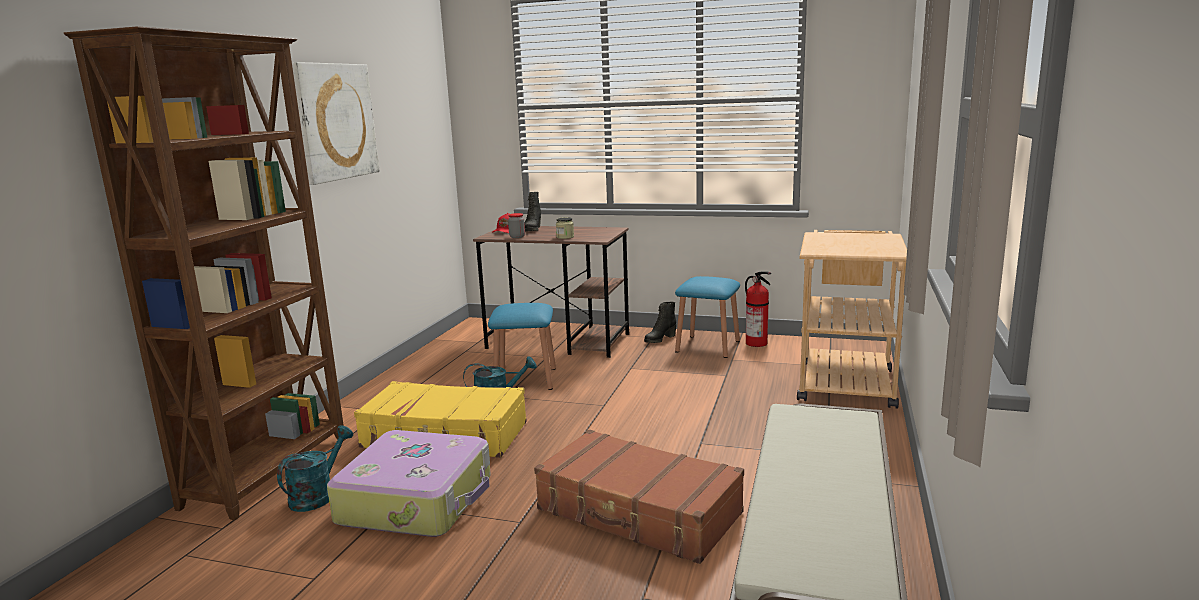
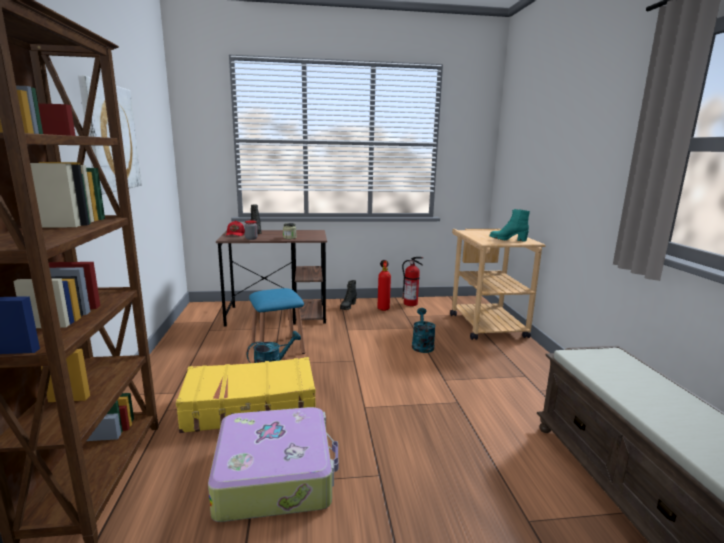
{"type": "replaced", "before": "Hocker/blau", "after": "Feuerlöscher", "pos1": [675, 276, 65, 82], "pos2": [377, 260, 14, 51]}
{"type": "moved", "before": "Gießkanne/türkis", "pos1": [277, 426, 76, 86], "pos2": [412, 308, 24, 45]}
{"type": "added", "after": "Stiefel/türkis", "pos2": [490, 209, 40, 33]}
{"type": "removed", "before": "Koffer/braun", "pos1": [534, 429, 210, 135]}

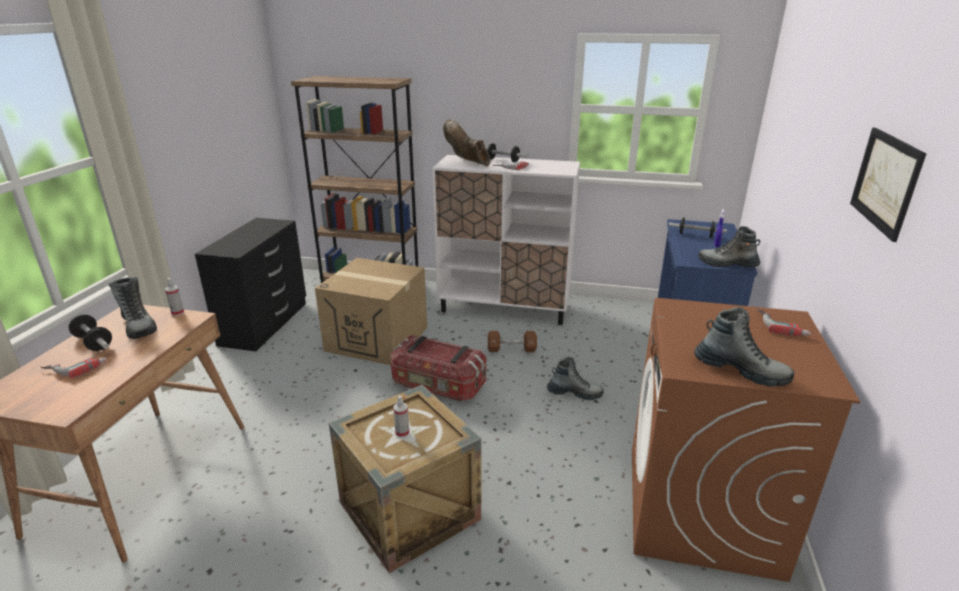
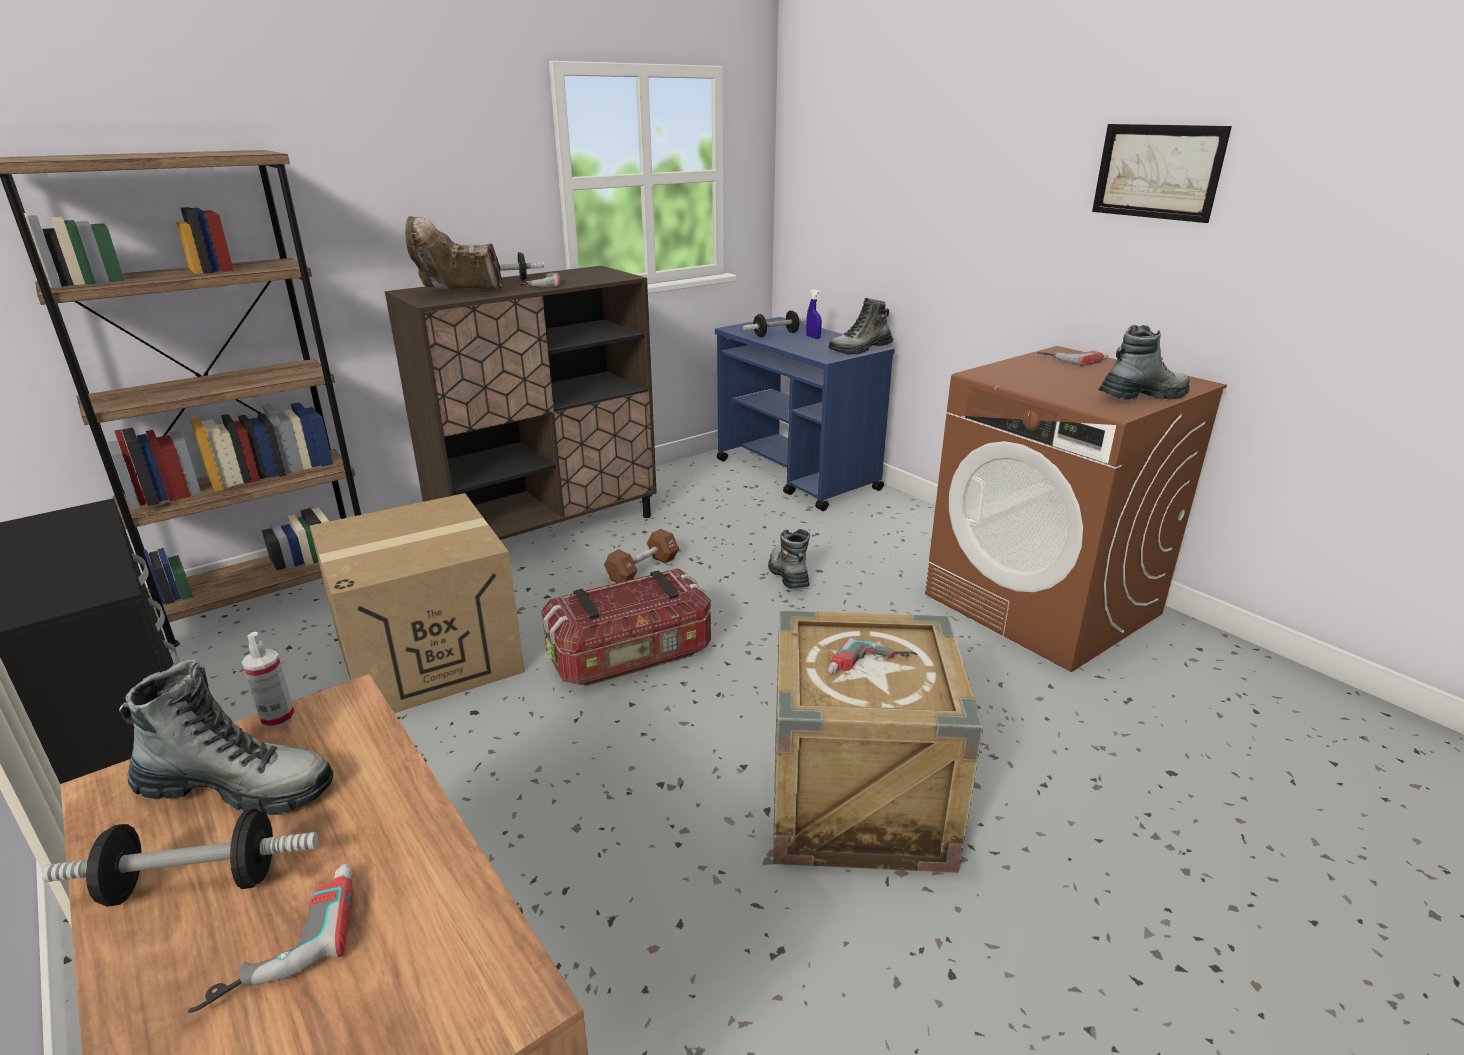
{"type": "recoloured", "before": "Schrank/weiß", "after": "Schrank/braun", "pos1": [432, 155, 148, 170], "pos2": [385, 266, 272, 274]}
{"type": "turned", "before": "Stiefel", "pos1": [547, 356, 57, 44], "pos2": [768, 529, 42, 60], "turn": -60}
{"type": "replaced", "before": "Sprühflasche", "after": "Bohrmaschine", "pos1": [393, 396, 16, 42], "pos2": [828, 637, 89, 37]}

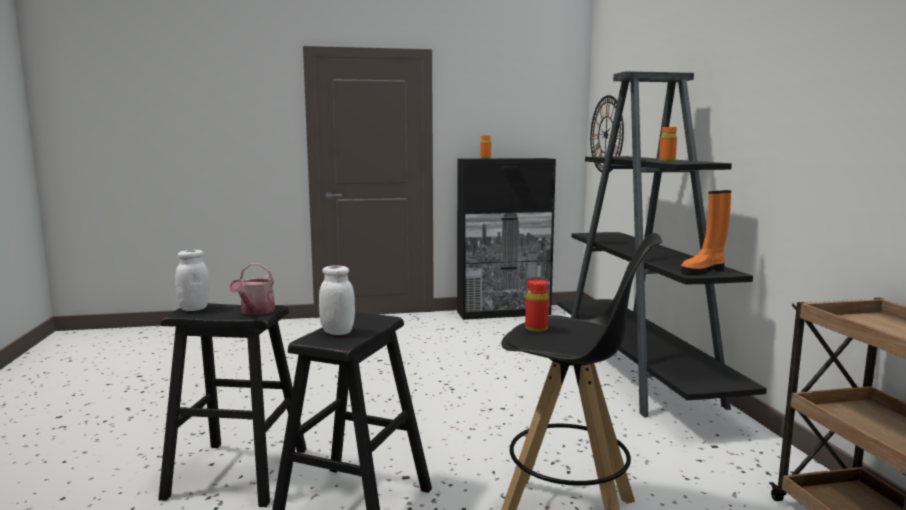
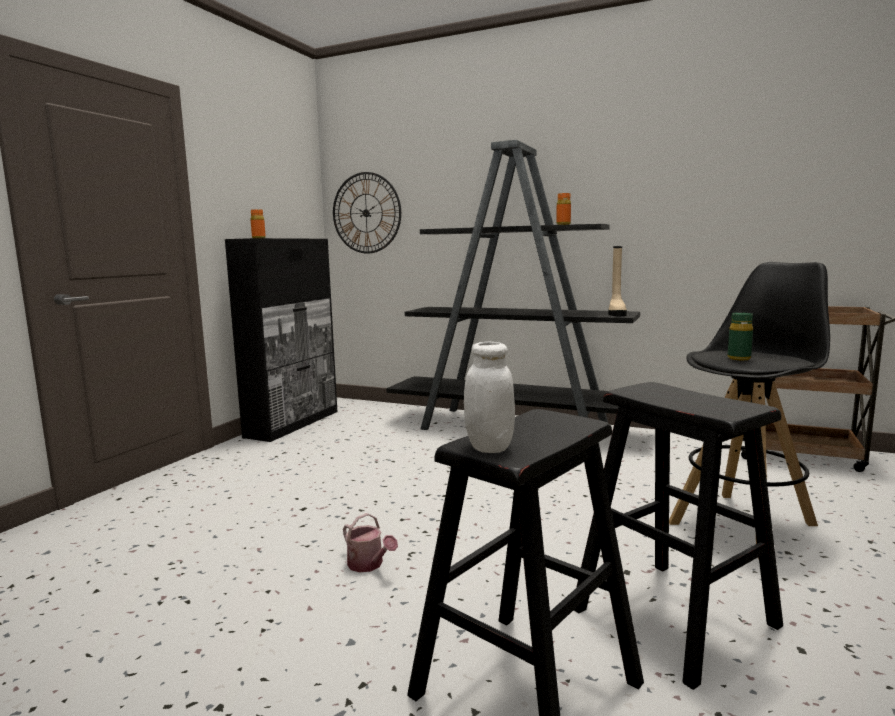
{"type": "moved", "before": "Gießkanne", "pos1": [229, 263, 46, 52], "pos2": [343, 513, 55, 60]}
{"type": "recoloured", "before": "Stiefel/orange", "after": "Stiefel/beige", "pos1": [680, 190, 51, 85], "pos2": [608, 246, 19, 70]}
{"type": "recoloured", "before": "Flasche/rot", "after": "Flasche/grün", "pos1": [525, 280, 24, 52], "pos2": [728, 312, 25, 48]}
{"type": "removed", "before": "Vorratsglas/weiß", "pos1": [319, 265, 36, 70]}

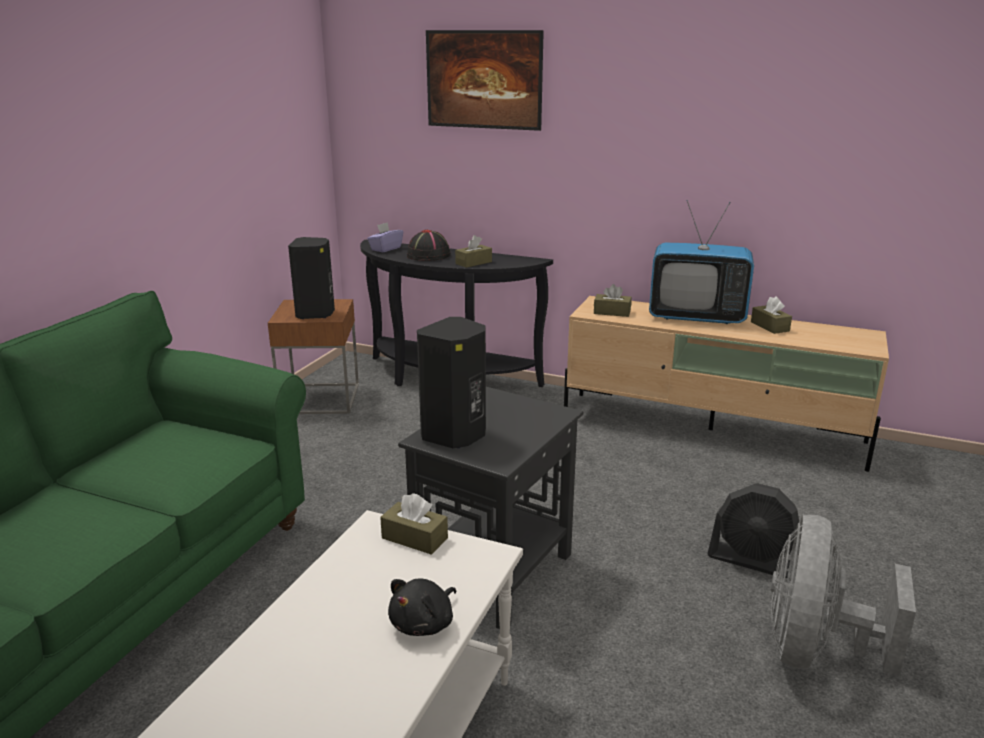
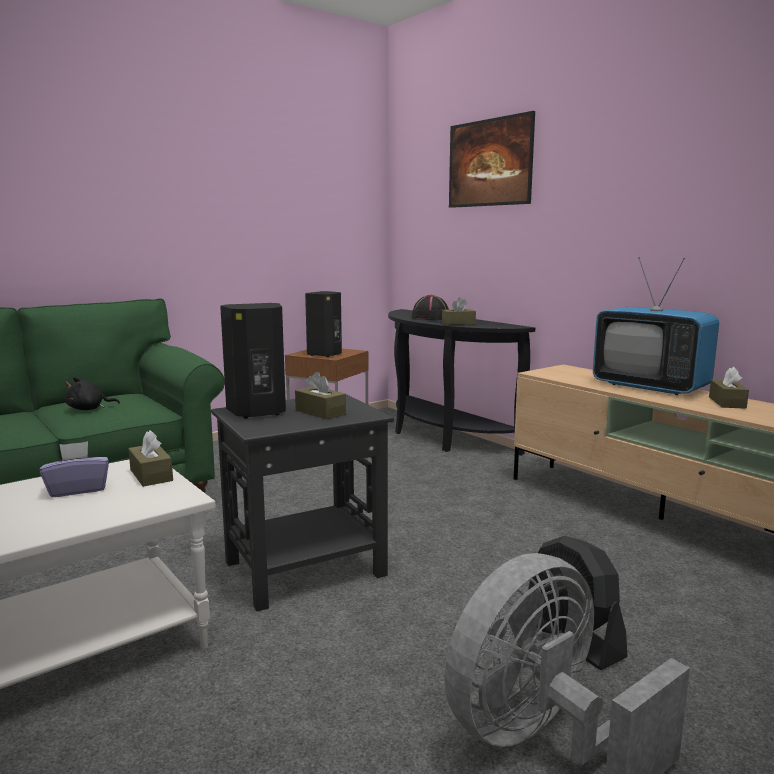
{"type": "moved", "before": "Taschentuchbox/lila", "pos1": [367, 222, 36, 30], "pos2": [40, 441, 69, 56]}
{"type": "moved", "before": "Plüschtier/schwarz", "pos1": [388, 579, 68, 57], "pos2": [65, 377, 55, 33]}
{"type": "moved", "before": "Taschentuchbox/braun", "pos1": [594, 284, 38, 33], "pos2": [295, 372, 51, 47]}

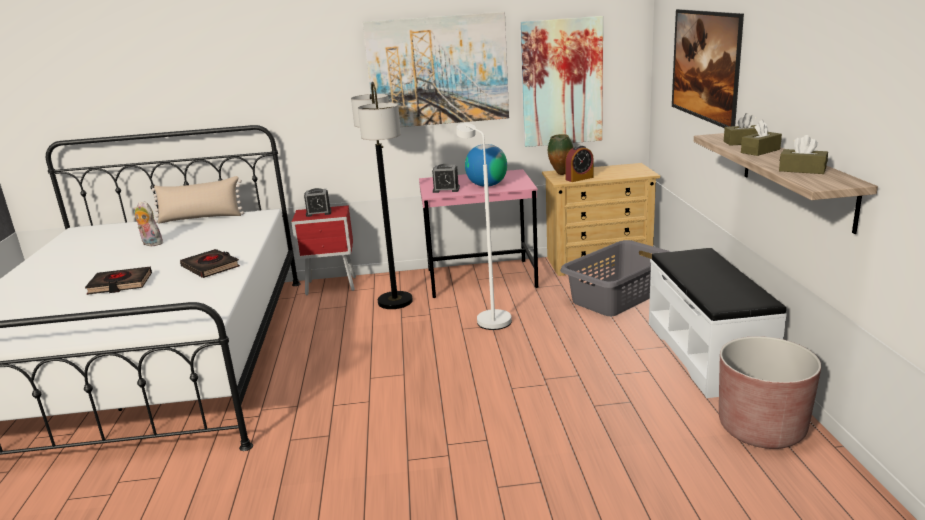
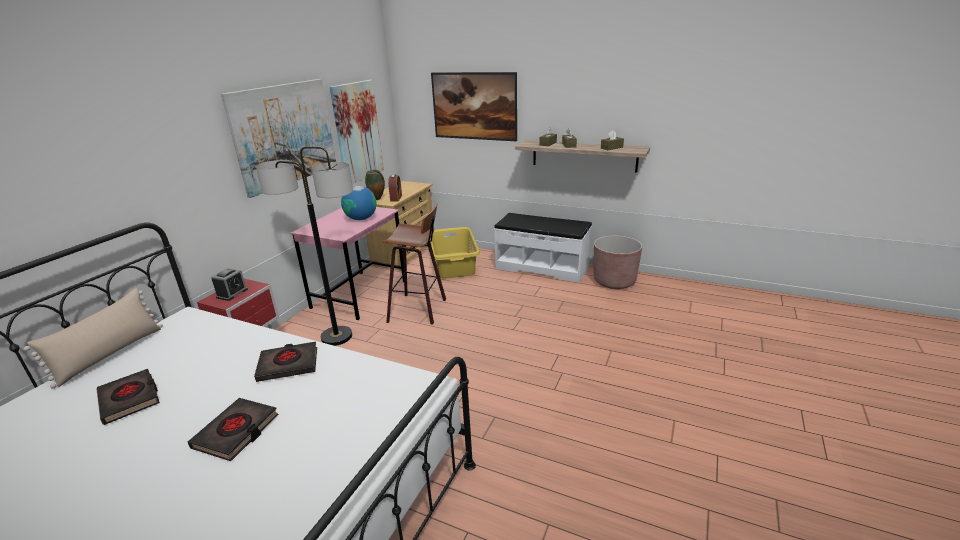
{"type": "replaced", "before": "Plüschtier", "after": "Buch/schwarz", "pos1": [134, 201, 29, 45], "pos2": [96, 369, 64, 56]}
{"type": "replaced", "before": "Stehlampe/weiß", "after": "Hocker", "pos1": [456, 123, 56, 207], "pos2": [383, 203, 63, 122]}
{"type": "recoloured", "before": "Wäschekorb/grau", "after": "Wäschekorb/gelb", "pos1": [560, 240, 111, 76], "pos2": [430, 227, 50, 52]}
{"type": "removed", "before": "Wecker", "pos1": [432, 164, 28, 29]}

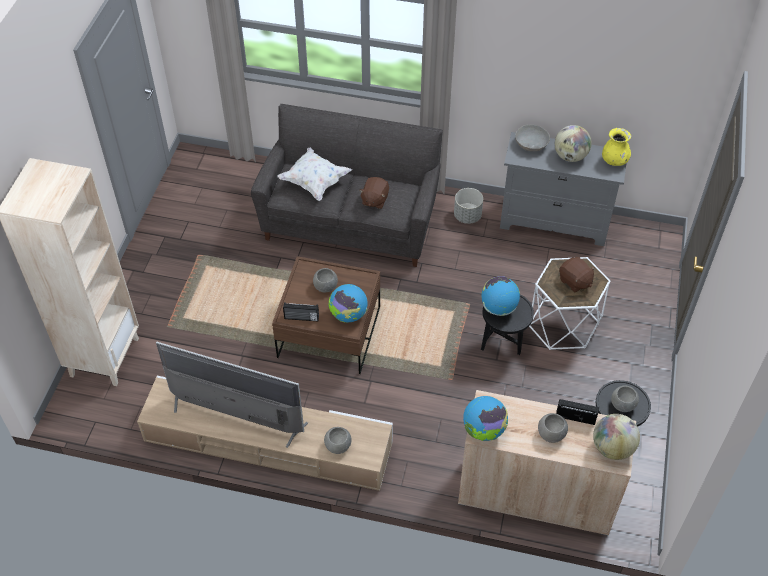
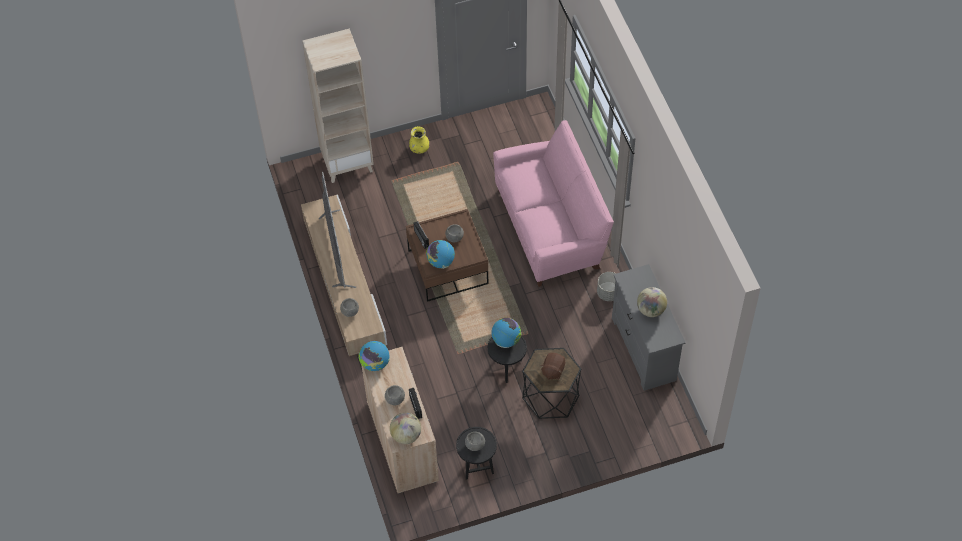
{"type": "moved", "before": "Vase/gelb", "pos1": [602, 128, 29, 38], "pos2": [409, 126, 21, 28]}
{"type": "recoloured", "before": "Sofa/grau", "after": "Sofa/rosa", "pos1": [251, 104, 192, 163], "pos2": [493, 120, 121, 167]}
{"type": "recoloured", "before": "Beistelltisch/weiß", "after": "Beistelltisch/schwarz", "pos1": [529, 257, 82, 93], "pos2": [522, 348, 60, 71]}
{"type": "removed", "before": "Kissen/weiß", "pos1": [277, 148, 75, 53]}
{"type": "removed", "before": "Plüschtier/braun", "pos1": [359, 177, 30, 32]}
{"type": "removed", "before": "Schüssel/grau", "pos1": [515, 124, 35, 27]}

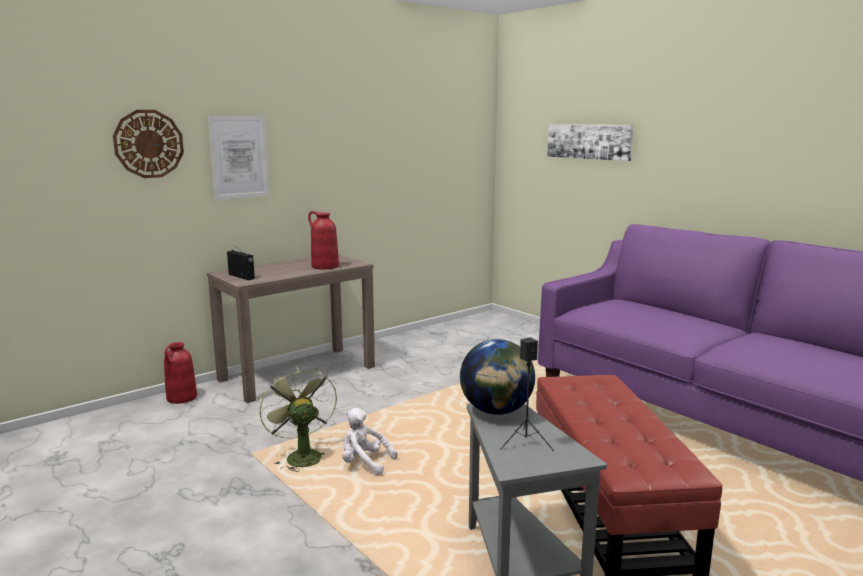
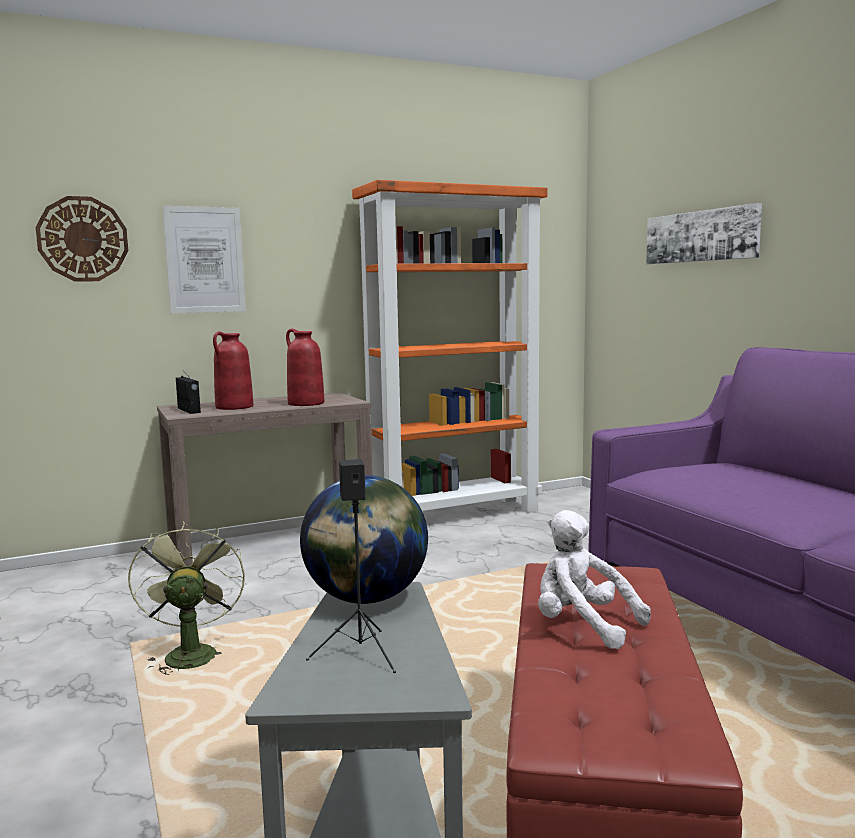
{"type": "moved", "before": "Vase/rot", "pos1": [164, 342, 33, 62], "pos2": [213, 331, 40, 79]}
{"type": "added", "after": "Bücherregal/orange", "pos2": [352, 180, 195, 333]}
{"type": "moved", "before": "Plüschtier/weiß", "pos1": [342, 408, 55, 67], "pos2": [538, 510, 113, 139]}

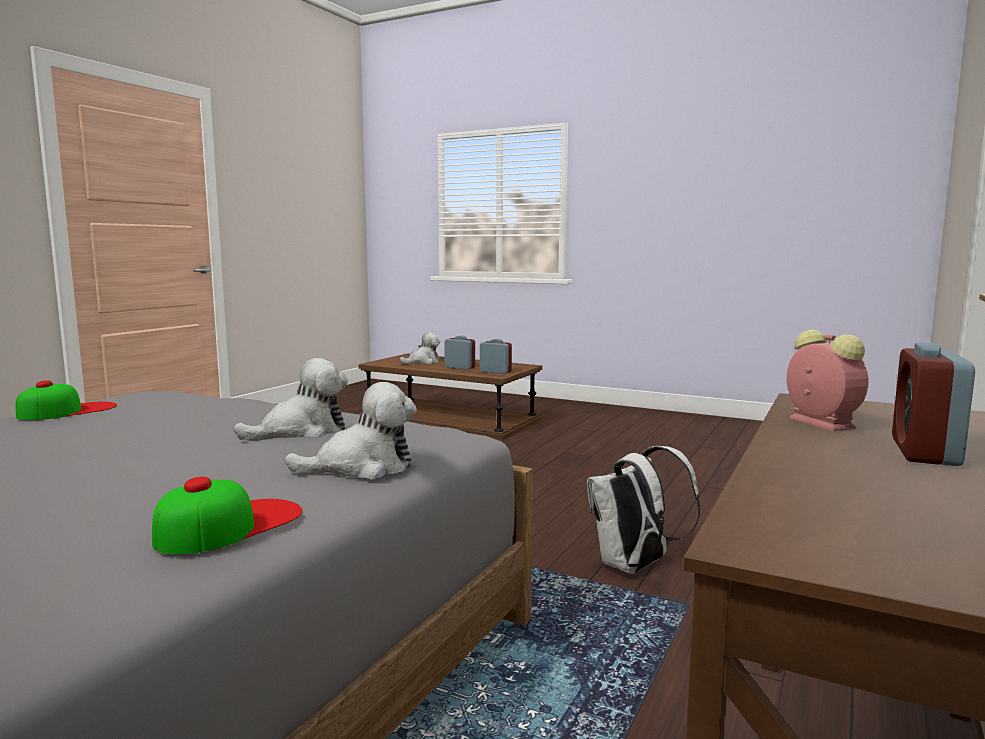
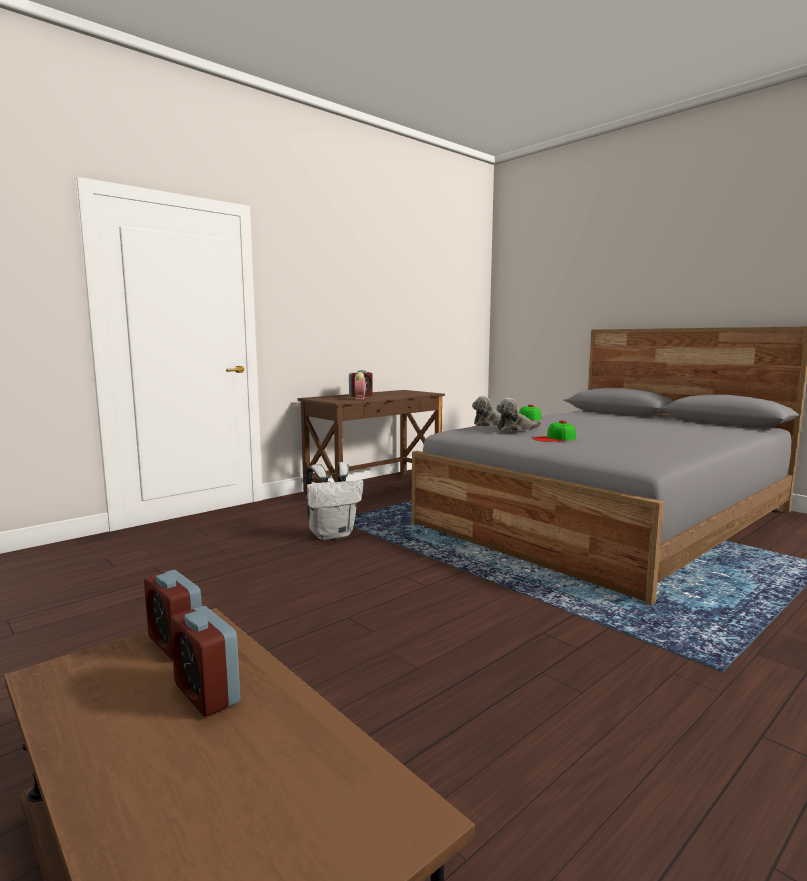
{"type": "moved", "before": "Kappe", "pos1": [15, 380, 102, 40], "pos2": [532, 420, 44, 22]}
{"type": "removed", "before": "Plüschtier", "pos1": [400, 332, 40, 32]}

